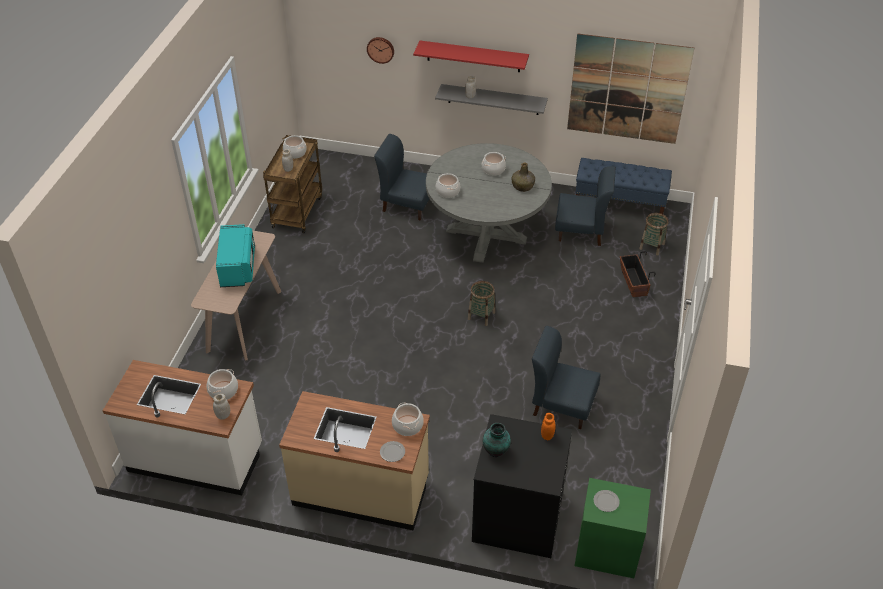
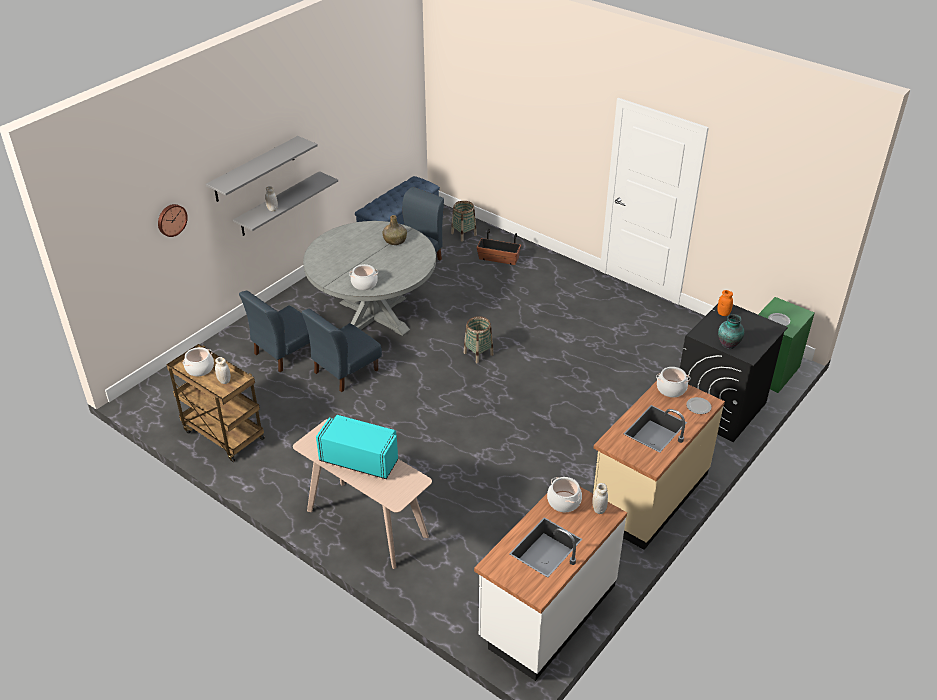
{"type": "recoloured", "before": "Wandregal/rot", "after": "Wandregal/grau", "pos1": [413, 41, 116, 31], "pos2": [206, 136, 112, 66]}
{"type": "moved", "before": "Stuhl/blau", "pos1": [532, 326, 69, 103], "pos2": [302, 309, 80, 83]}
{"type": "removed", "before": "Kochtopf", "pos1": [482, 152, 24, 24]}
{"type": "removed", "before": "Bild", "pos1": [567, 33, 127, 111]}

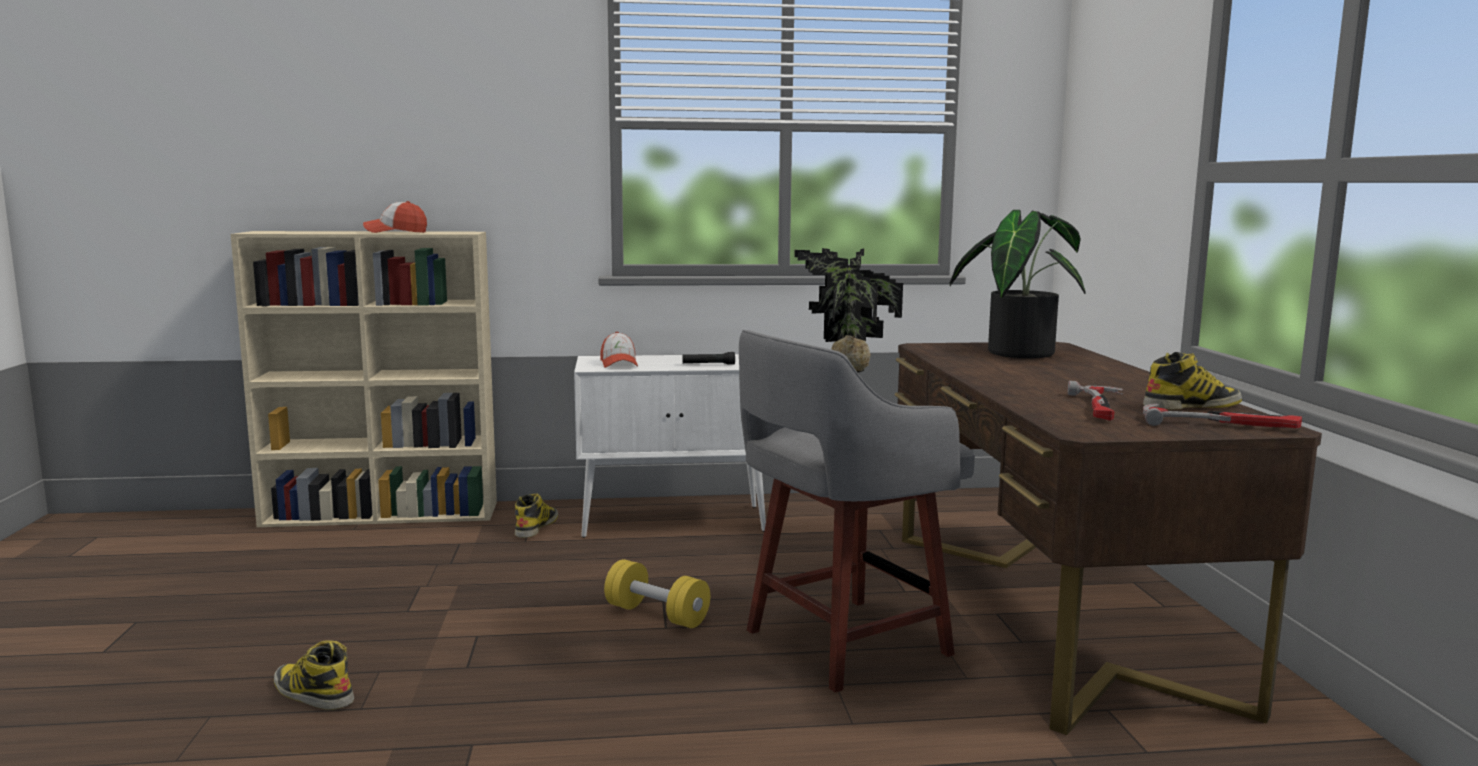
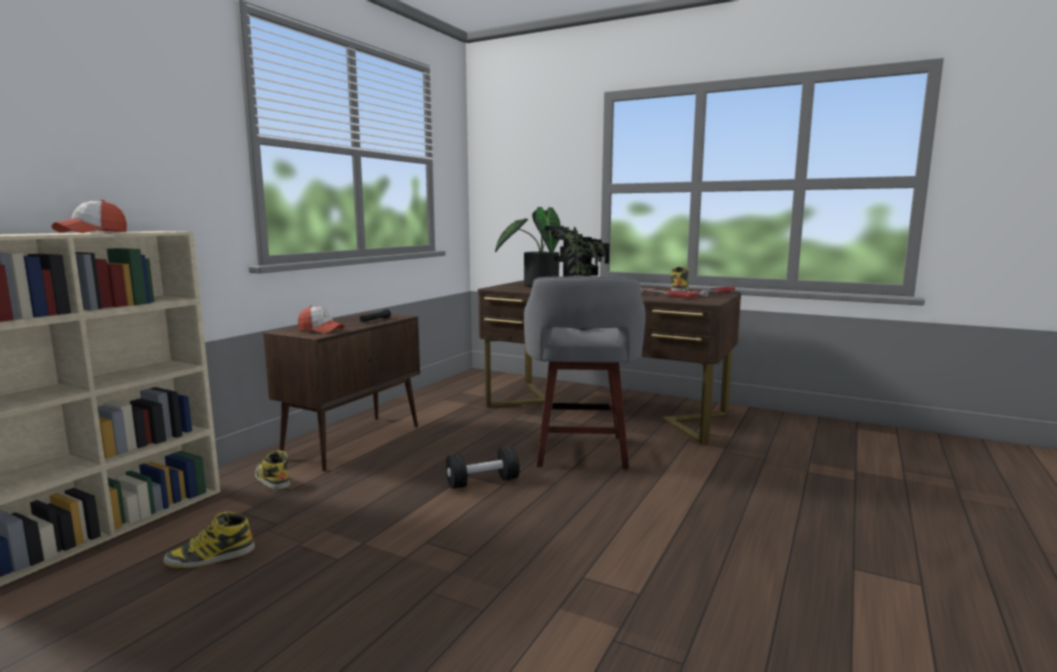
{"type": "moved", "before": "Stiefel", "pos1": [274, 640, 80, 70], "pos2": [163, 511, 92, 57]}
{"type": "recoloured", "before": "Schrank/weiß", "after": "Schrank/braun", "pos1": [574, 354, 192, 184], "pos2": [264, 312, 156, 159]}
{"type": "recoloured", "before": "Hantel/gelb", "after": "Hantel/schwarz", "pos1": [604, 559, 106, 69], "pos2": [446, 446, 74, 43]}

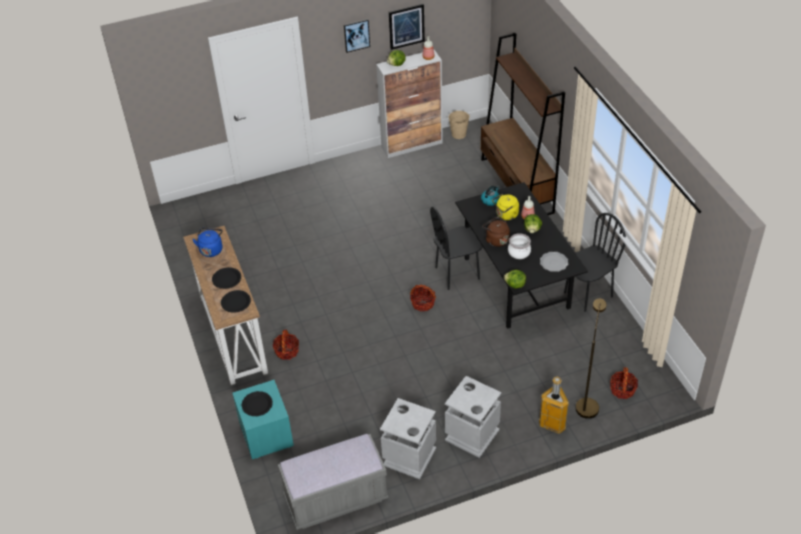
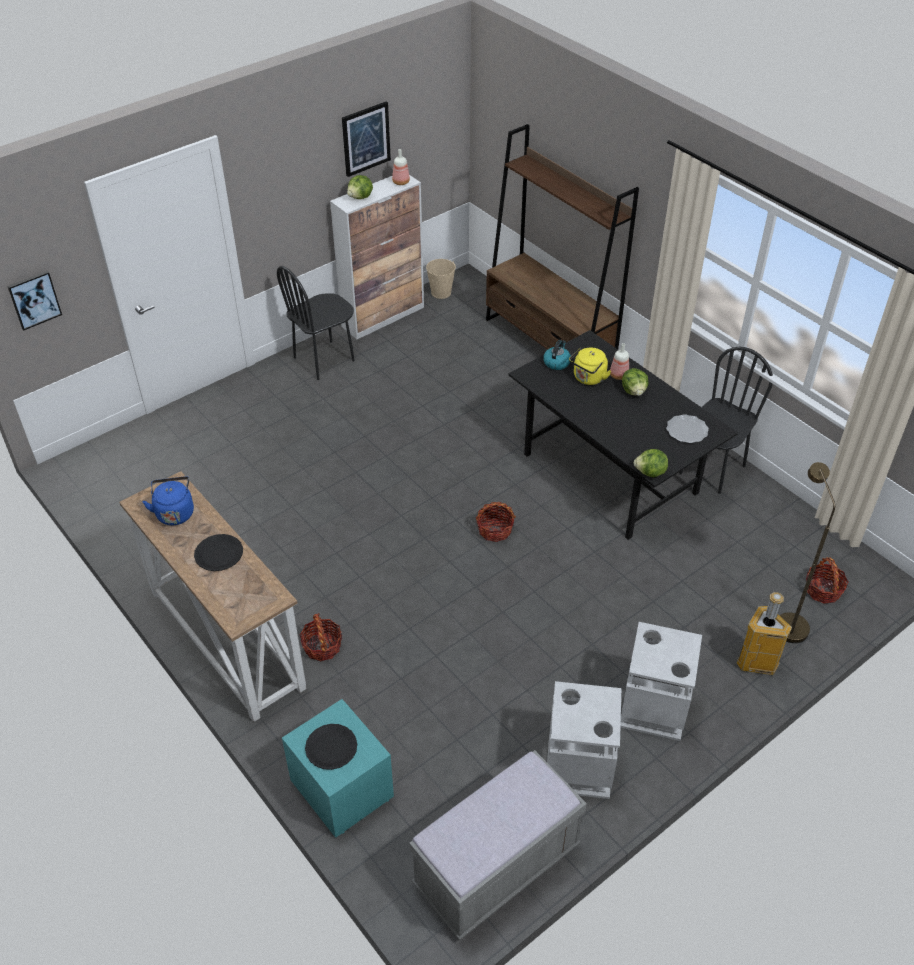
{"type": "moved", "before": "Bild", "pos1": [344, 19, 26, 34], "pos2": [7, 271, 55, 59]}
{"type": "moved", "before": "Stuhl/schwarz", "pos1": [430, 207, 53, 83], "pos2": [277, 266, 78, 114]}
{"type": "removed", "before": "Teller/schwarz", "pos1": [221, 290, 30, 23]}
{"type": "removed", "before": "Wasserkessel/braun", "pos1": [482, 216, 28, 31]}
{"type": "removed", "before": "Kochtopf", "pos1": [508, 233, 23, 26]}

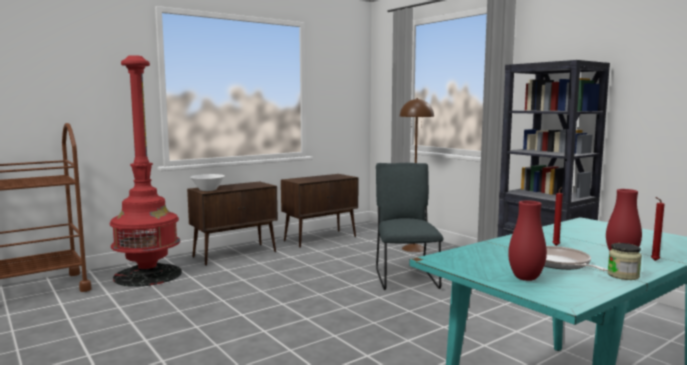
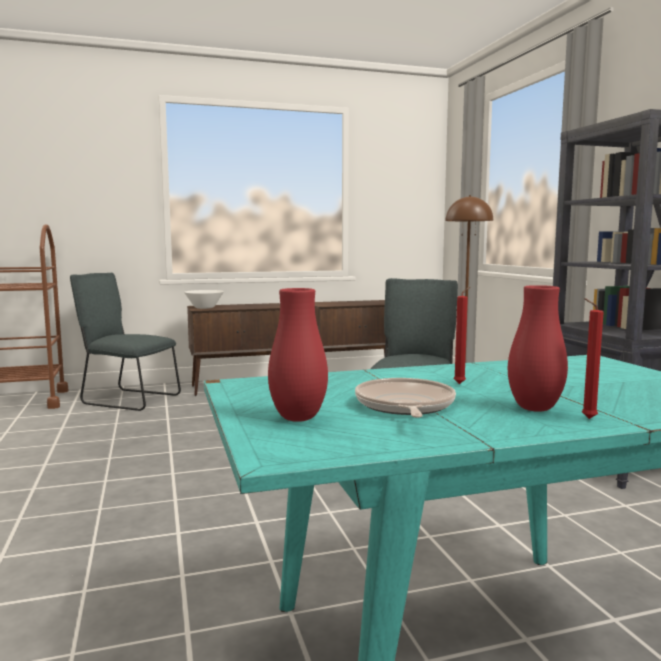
{"type": "replaced", "before": "Stehlampe/rot", "after": "Stuhl/grau", "pos1": [109, 55, 73, 232], "pos2": [70, 273, 111, 138]}
{"type": "removed", "before": "Vorratsglas", "pos1": [608, 243, 34, 37]}

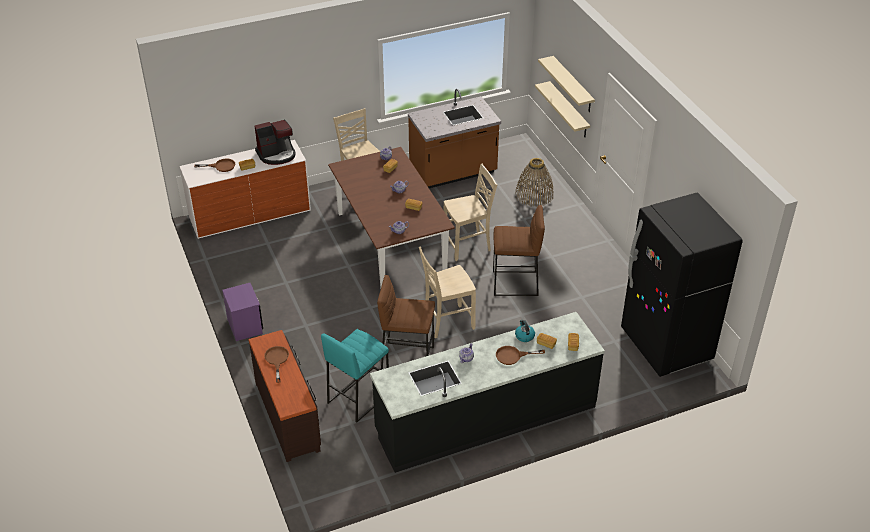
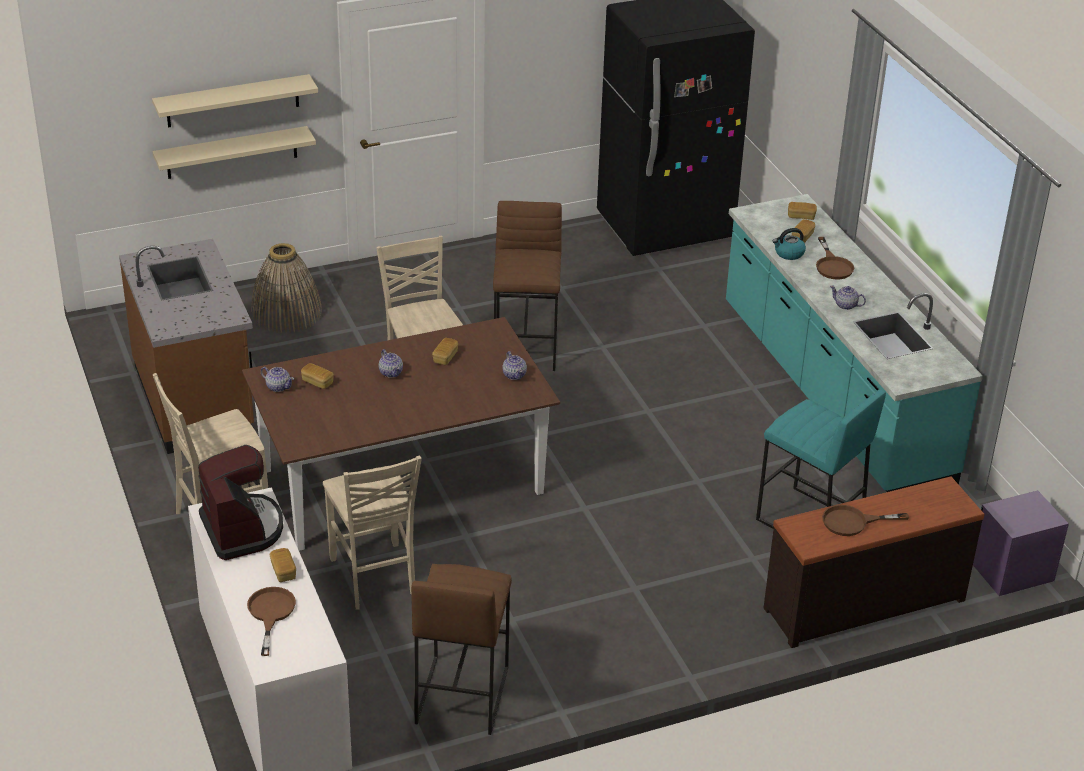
{"type": "moved", "before": "Stuhl/beige", "pos1": [419, 247, 57, 91], "pos2": [323, 456, 99, 154]}
{"type": "moved", "before": "Hocker/braun", "pos1": [377, 275, 58, 95], "pos2": [411, 564, 101, 171]}
{"type": "recoloured", "before": "Küchenzeile/schwarz", "after": "Küchenzeile/türkis", "pos1": [370, 312, 235, 161], "pos2": [726, 194, 257, 298]}
{"type": "moved", "before": "Nachttisch/lila", "pos1": [222, 283, 41, 58], "pos2": [973, 490, 96, 106]}

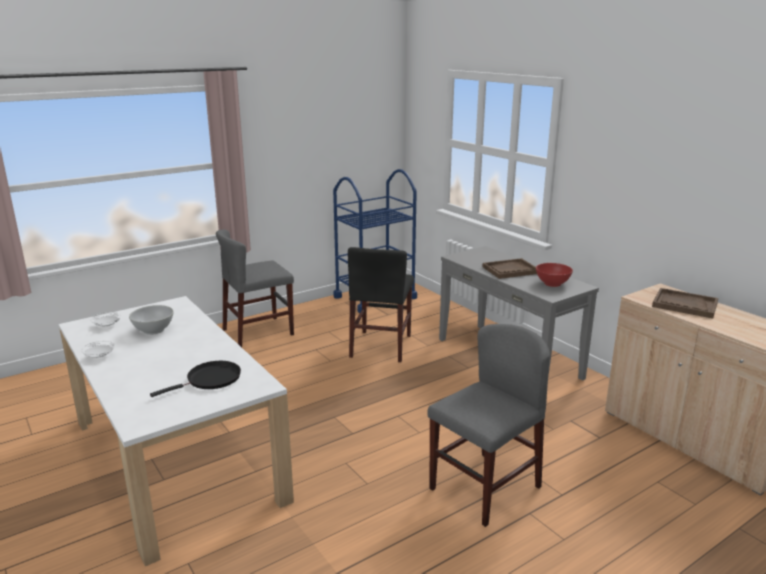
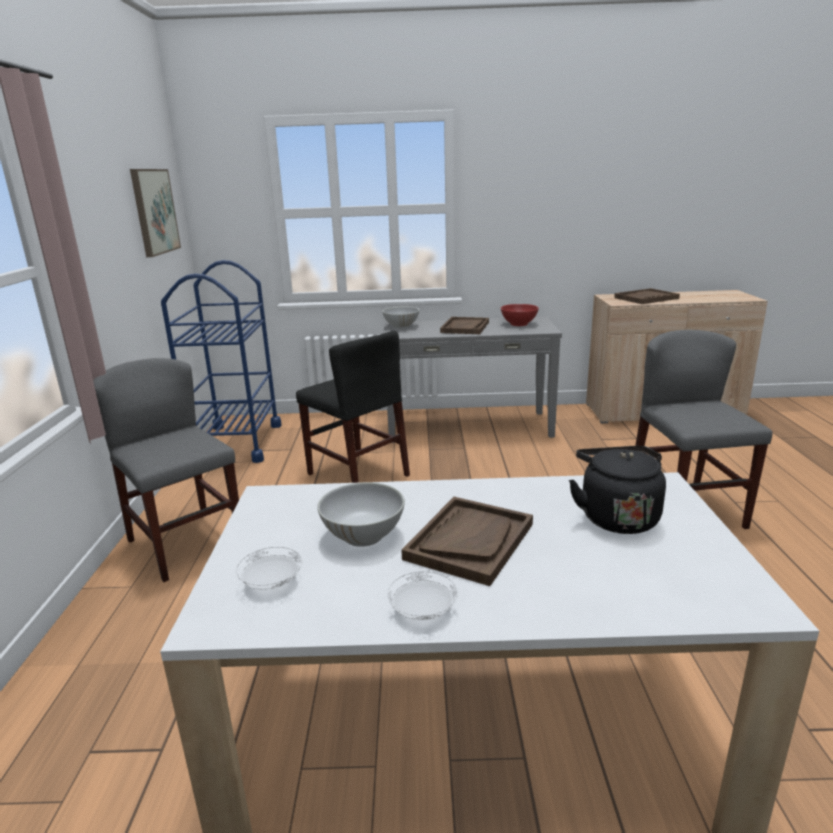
{"type": "turned", "before": "Stuhl/grau", "pos1": [216, 230, 78, 117], "pos2": [93, 358, 146, 224], "turn": 135}
{"type": "added", "after": "Bild", "pos2": [130, 169, 51, 88]}
{"type": "added", "after": "Schüssel/weiß", "pos2": [382, 307, 38, 22]}
{"type": "added", "after": "Tablett/braun", "pos2": [401, 497, 132, 89]}
{"type": "replaced", "before": "Pfanne/schwarz", "after": "Wasserkessel/schwarz", "pos1": [150, 361, 91, 36], "pos2": [569, 446, 97, 88]}

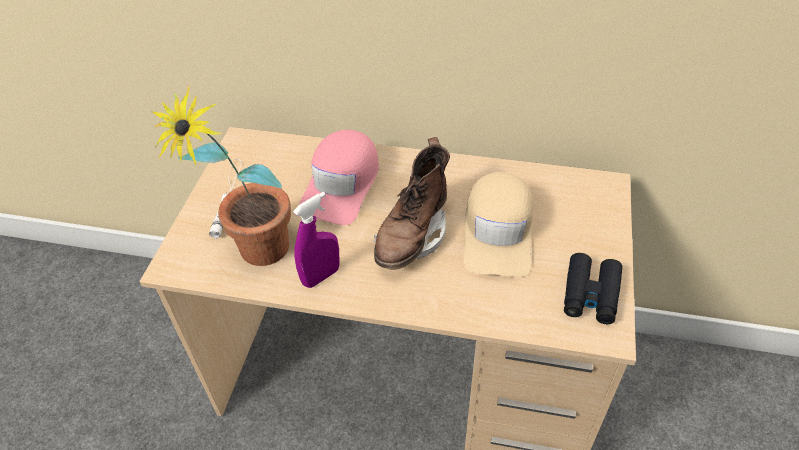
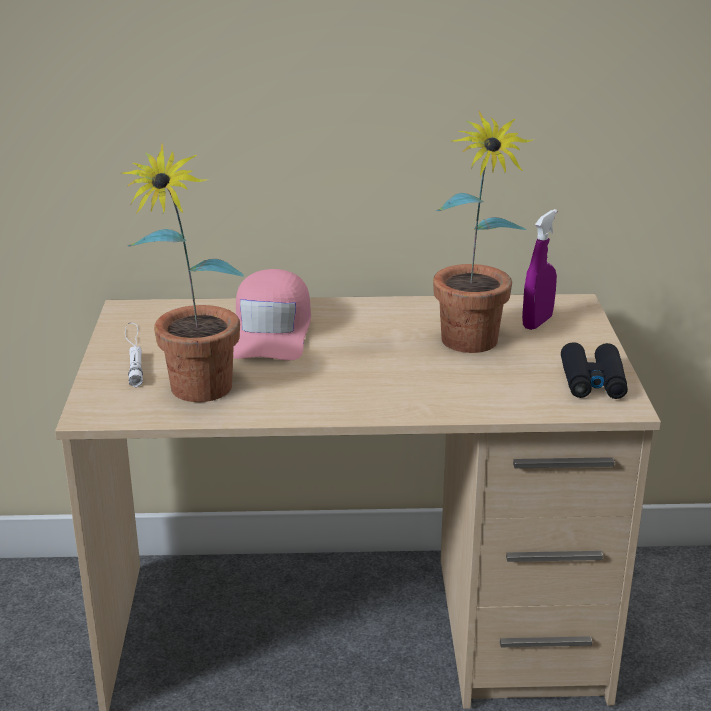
{"type": "replaced", "before": "Kappe/beige", "after": "Topfpflanze", "pos1": [464, 172, 69, 105], "pos2": [433, 111, 103, 242]}
{"type": "moved", "before": "Sprühflasche/lila", "pos1": [293, 192, 47, 96], "pos2": [522, 209, 35, 121]}
{"type": "removed", "before": "Stiefel/braun", "pos1": [374, 137, 76, 133]}

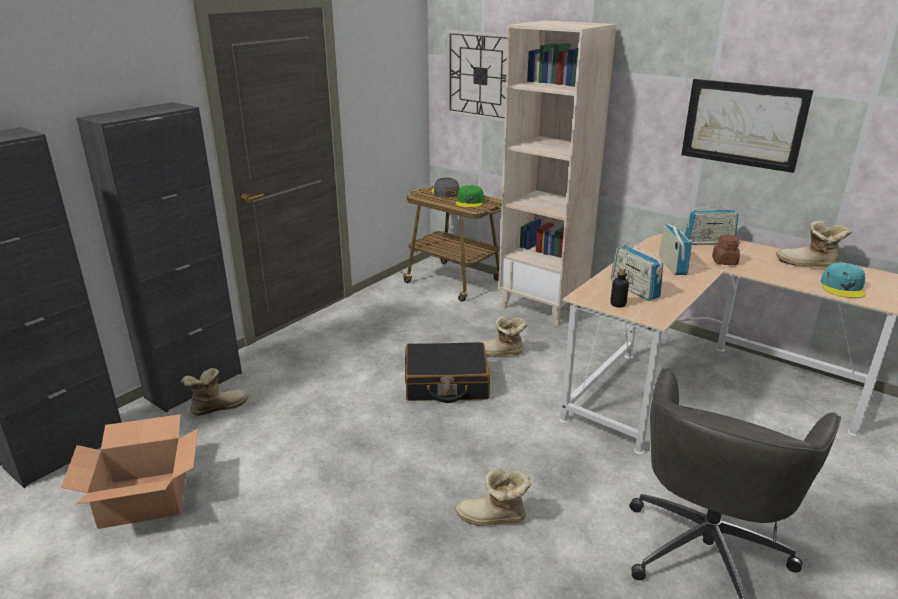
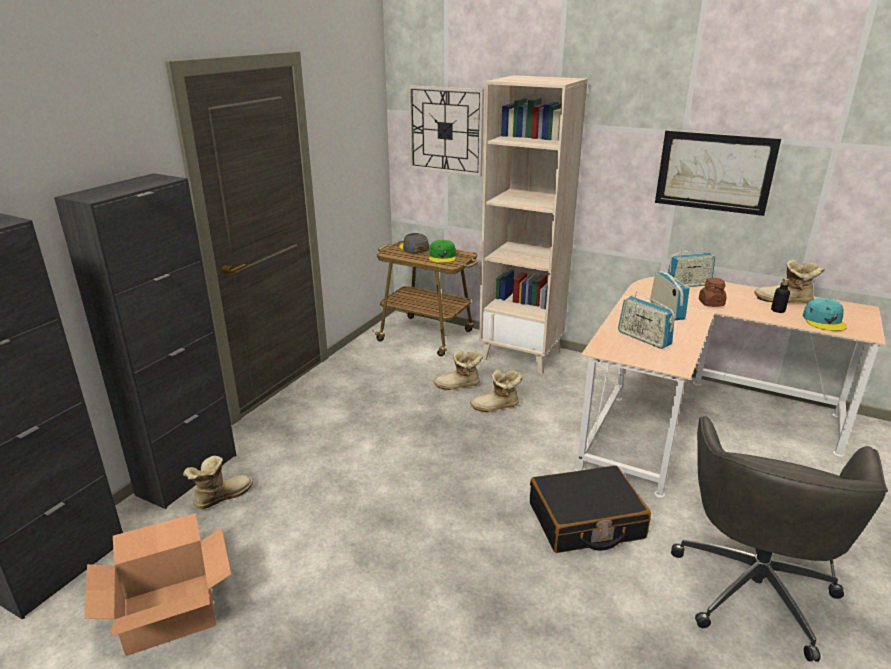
{"type": "moved", "before": "Stiefel", "pos1": [455, 467, 77, 59], "pos2": [434, 350, 49, 40]}
{"type": "moved", "before": "Koffer/schwarz", "pos1": [405, 342, 85, 61], "pos2": [530, 465, 121, 88]}
{"type": "moved", "before": "Flasche", "pos1": [611, 267, 18, 41], "pos2": [771, 278, 19, 35]}

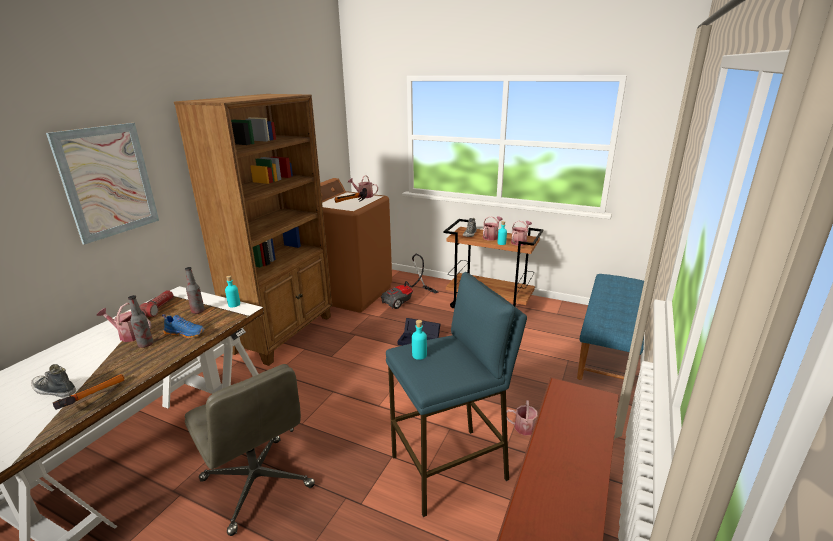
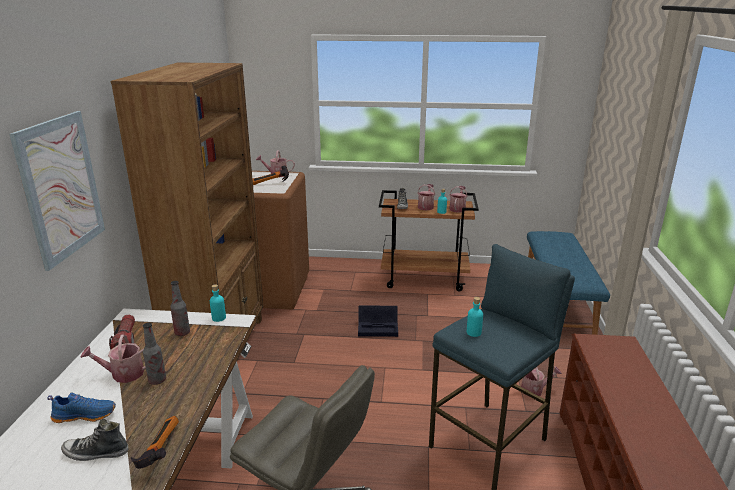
{"type": "moved", "before": "Schuh/blau", "pos1": [162, 314, 43, 24], "pos2": [47, 392, 69, 31]}
{"type": "removed", "before": "Staubsauger", "pos1": [381, 254, 58, 55]}

